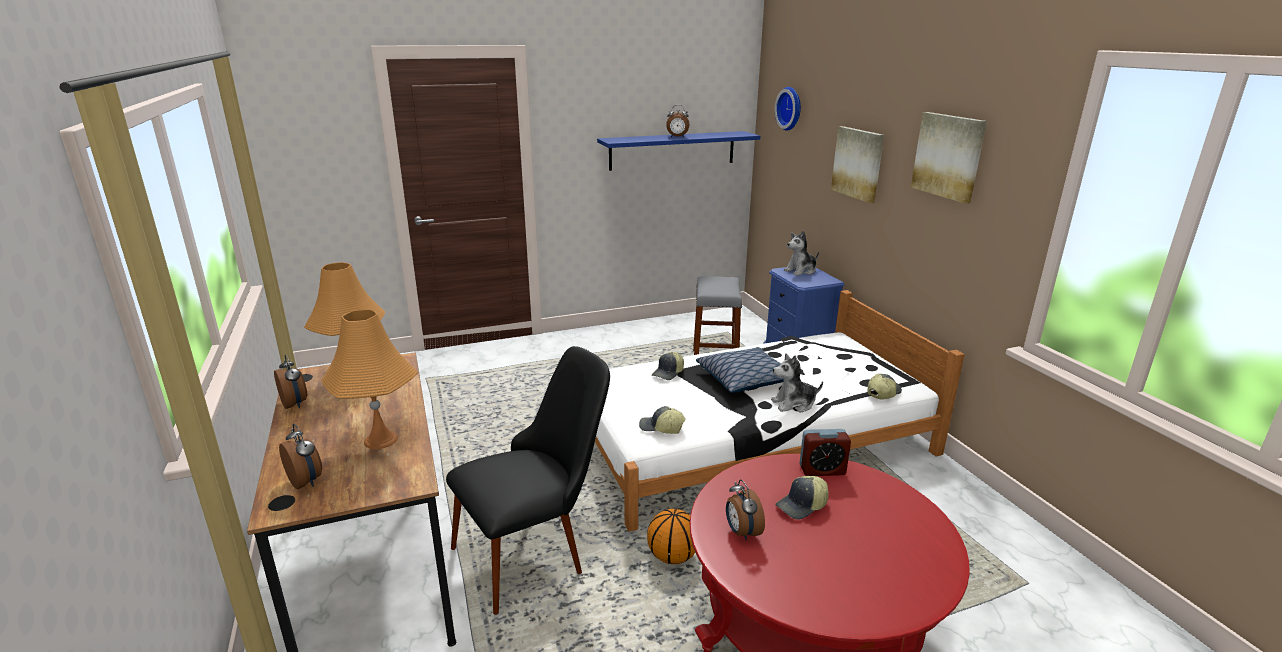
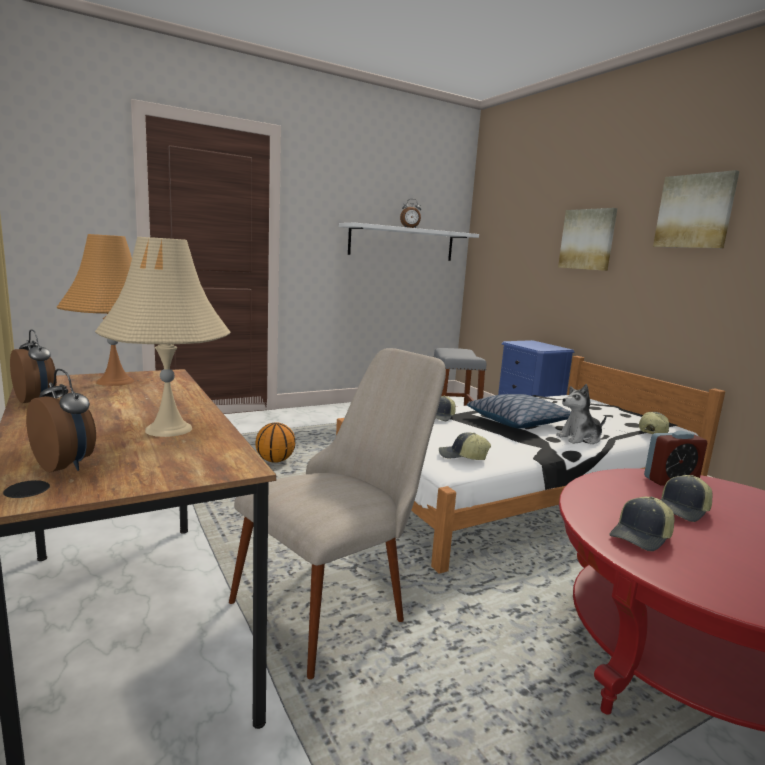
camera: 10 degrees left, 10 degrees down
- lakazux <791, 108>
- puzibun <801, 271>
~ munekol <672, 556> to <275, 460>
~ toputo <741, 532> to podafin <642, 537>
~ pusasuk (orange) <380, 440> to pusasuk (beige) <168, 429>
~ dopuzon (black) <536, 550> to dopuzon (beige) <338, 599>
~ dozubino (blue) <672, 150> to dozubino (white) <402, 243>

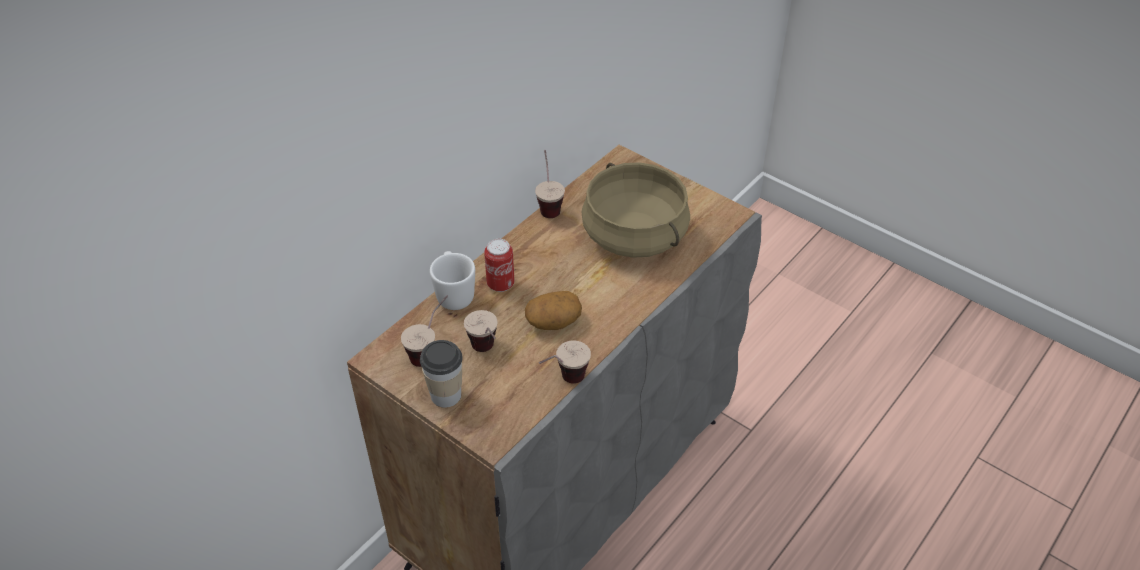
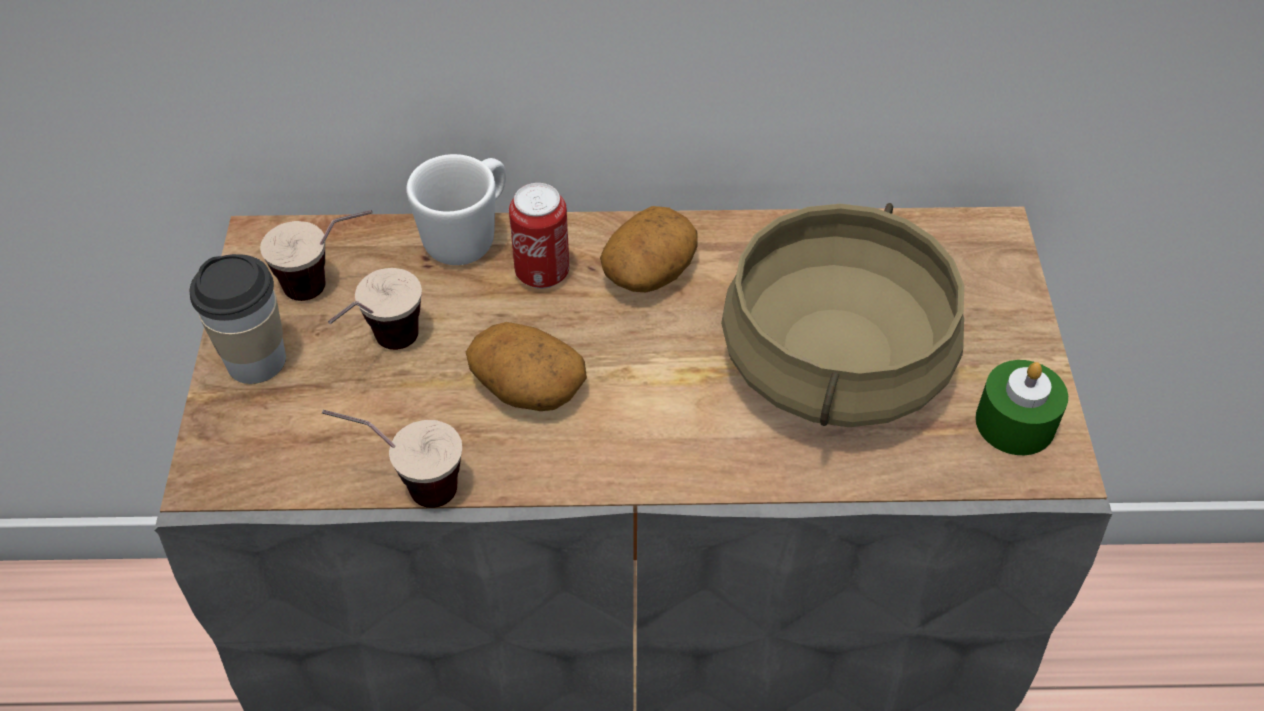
camera: 50 degrees right, 5 degrees up
- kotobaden <548, 204>
+ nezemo <649, 272>
+ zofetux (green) <1015, 423>

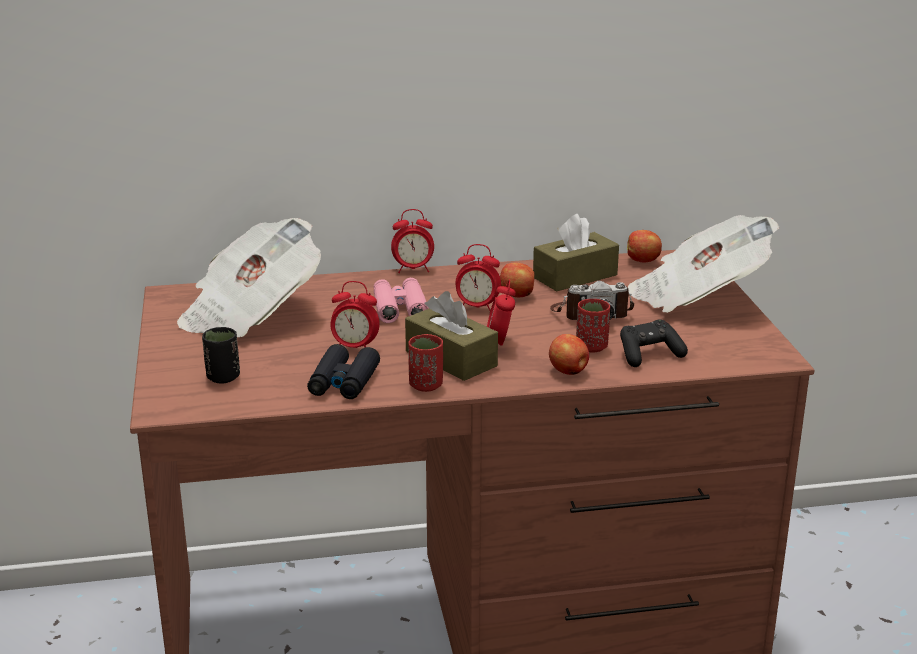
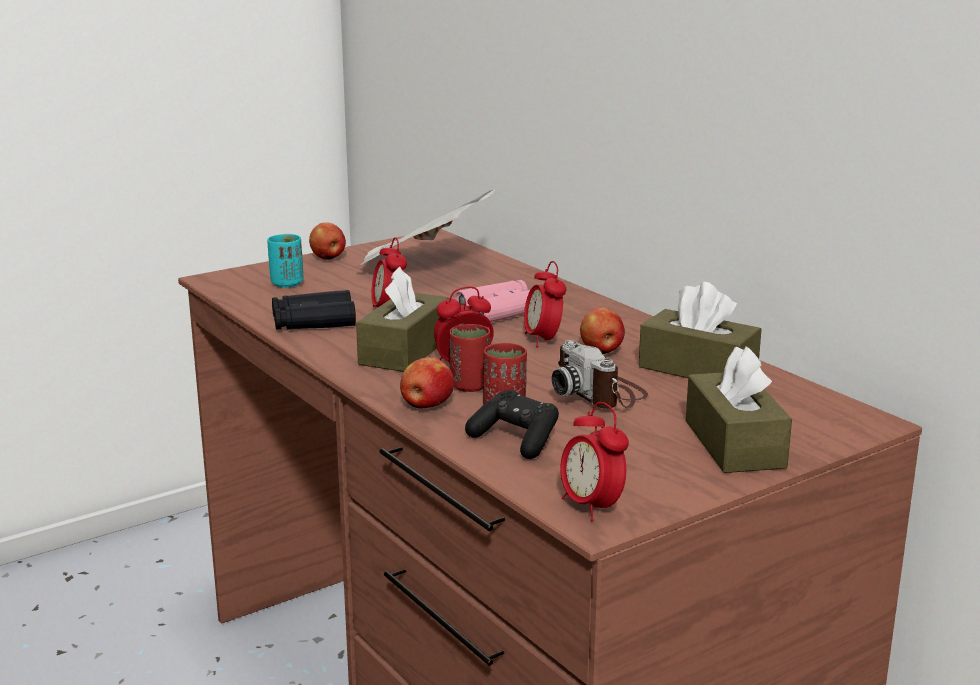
camera: 65 degrees right, 5 degrees down
~ toputo <413, 269> to <591, 507>
~ kotobaden (red) <426, 385> to <470, 386>
~ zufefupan <643, 261> to <328, 258>
~ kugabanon <697, 297> to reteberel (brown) <734, 444>
~ kotobaden (black) <223, 377> to kotobaden (turquoise) <287, 283>

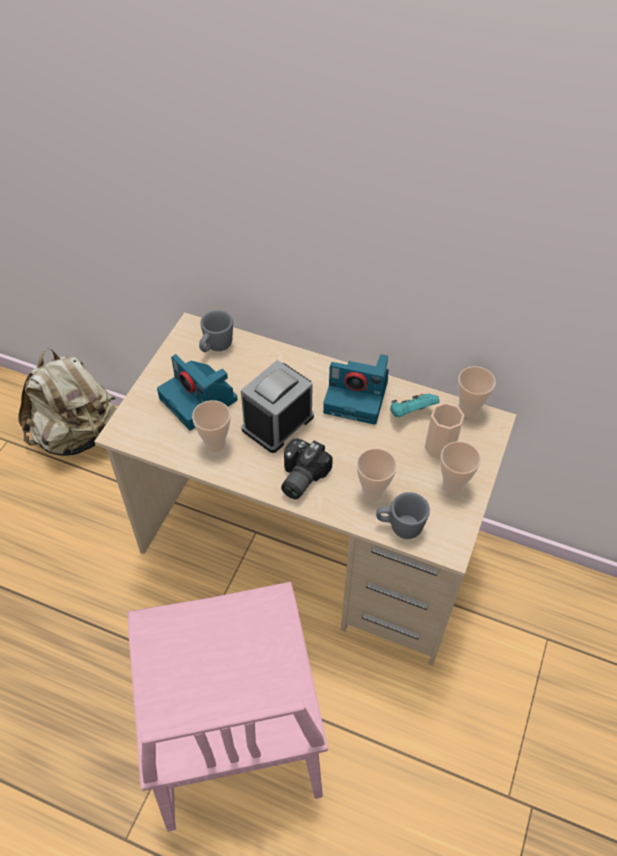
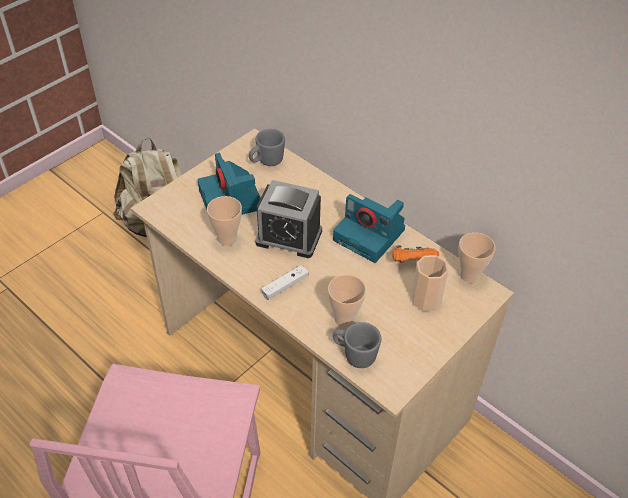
camera: 20 degrees right, 5 degrees down
- kotobaden <453, 485>
~ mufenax <299, 477> to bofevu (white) <285, 286>
~ bofevu (turquoise) <410, 413> to bofevu (orange) <412, 263>
~ toputo <278, 423> = <289, 237> 135 degrees counterclockwise

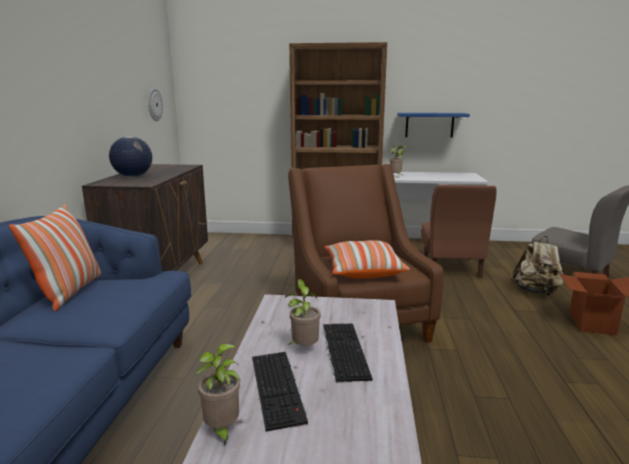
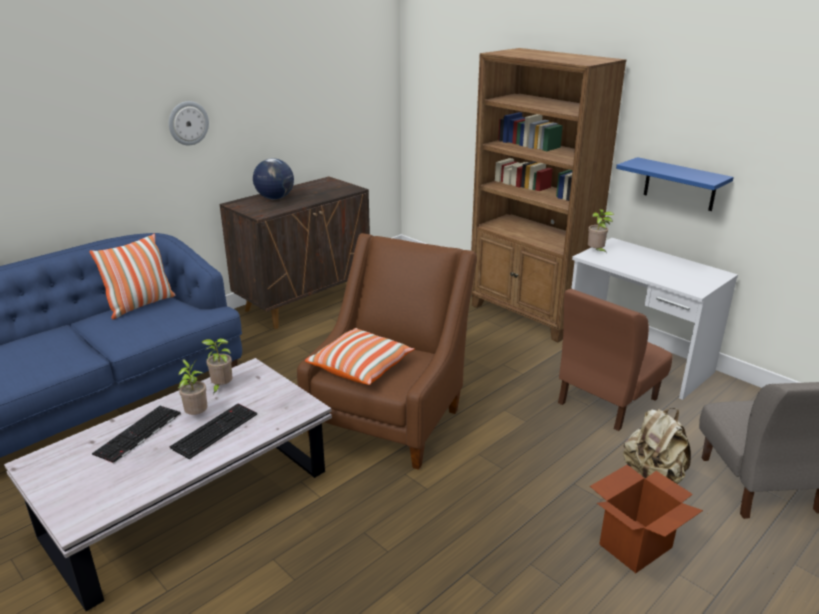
camera: 40 degrees right, 10 degrees up
~ lakazux <154, 104> to <188, 123>
~ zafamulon <221, 430> to <221, 387>

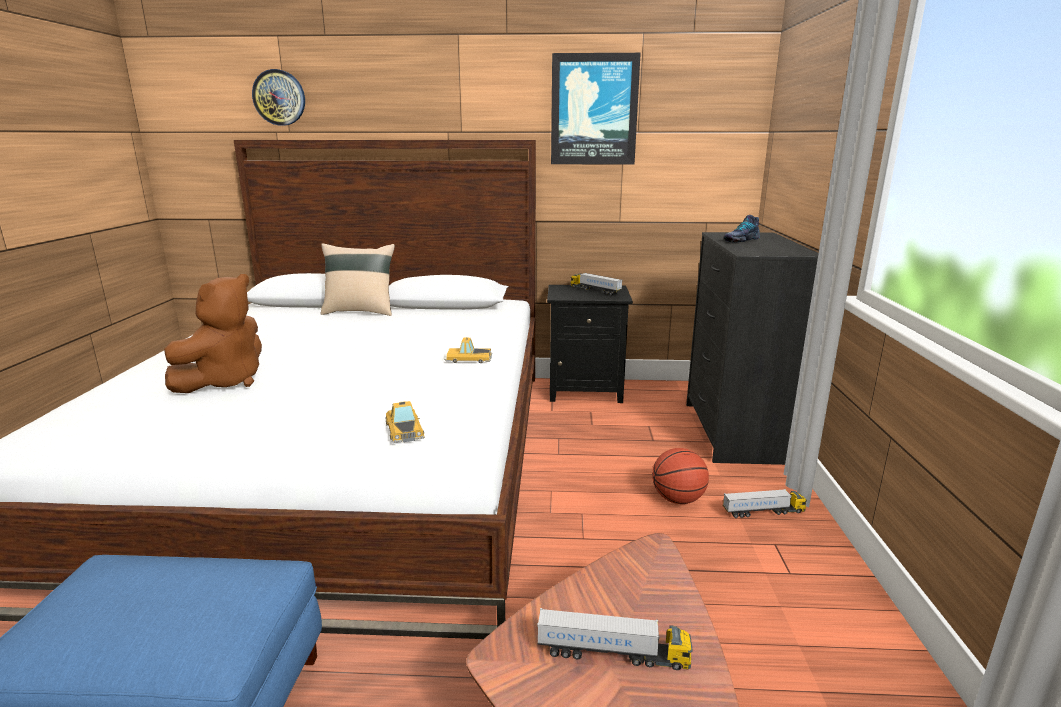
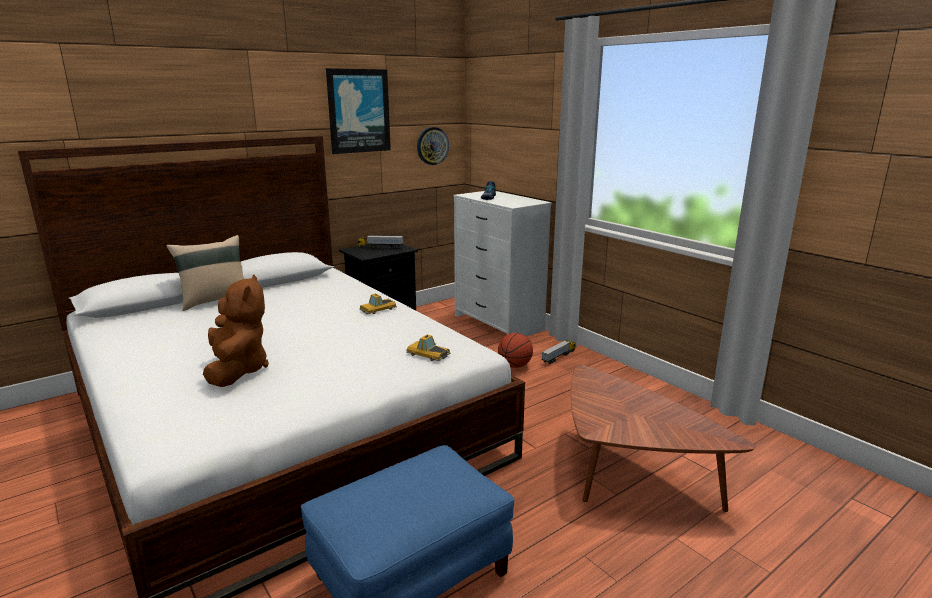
camera: 40 degrees left, 0 degrees up
- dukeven <612, 654>
~ lakazux <279, 97> to <432, 146>
~ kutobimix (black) <732, 432> to kutobimix (white) <497, 323>

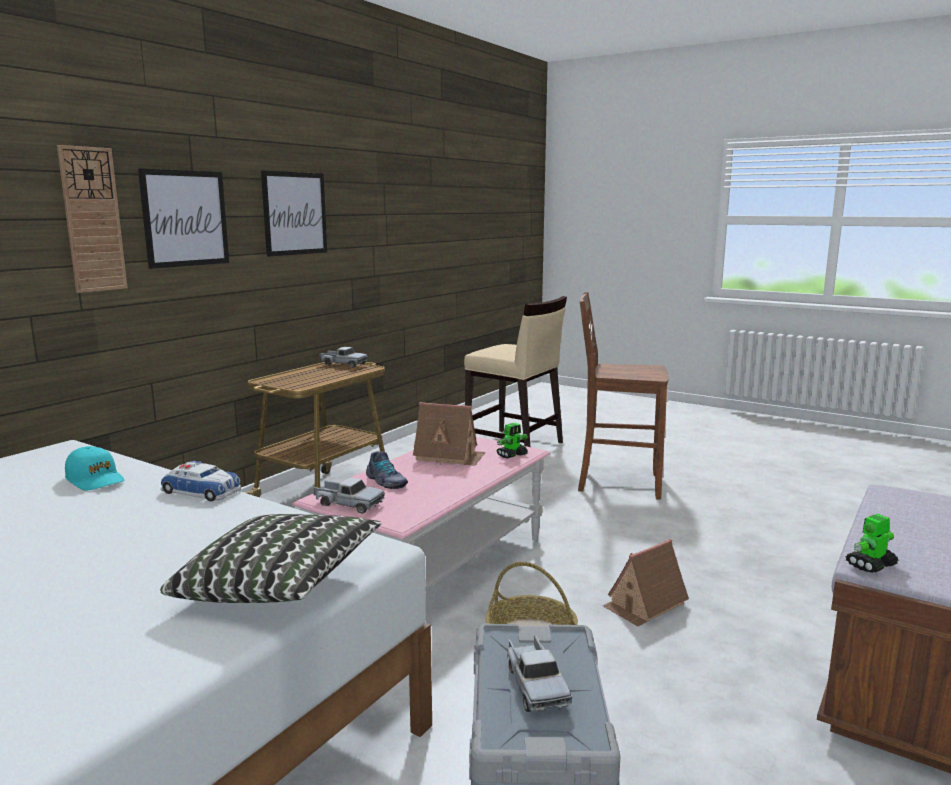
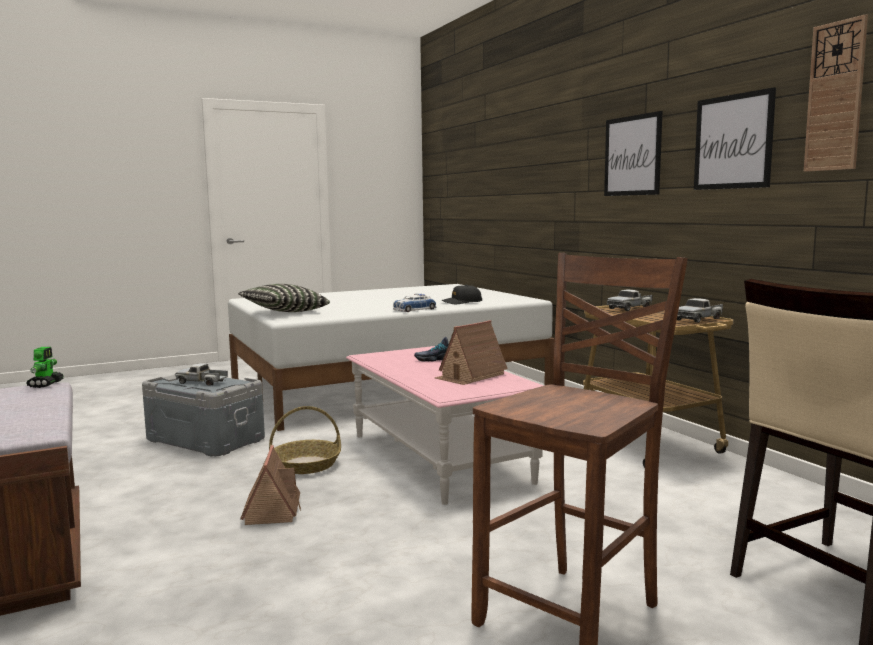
camera: 120 degrees right, 5 degrees down
- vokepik <512, 455>
~ lakazux <92, 220> to <835, 97>
~ dukeven <348, 504> to <630, 308>
~ podafin (turquoise) <95, 479> to podafin (black) <462, 302>

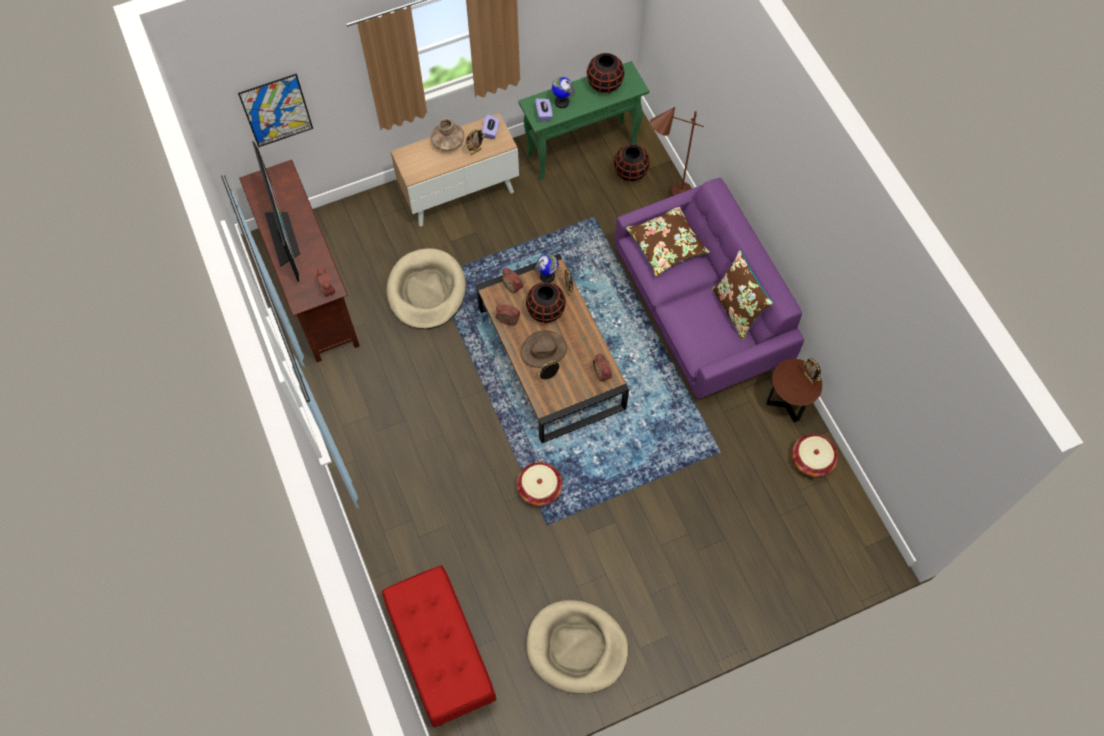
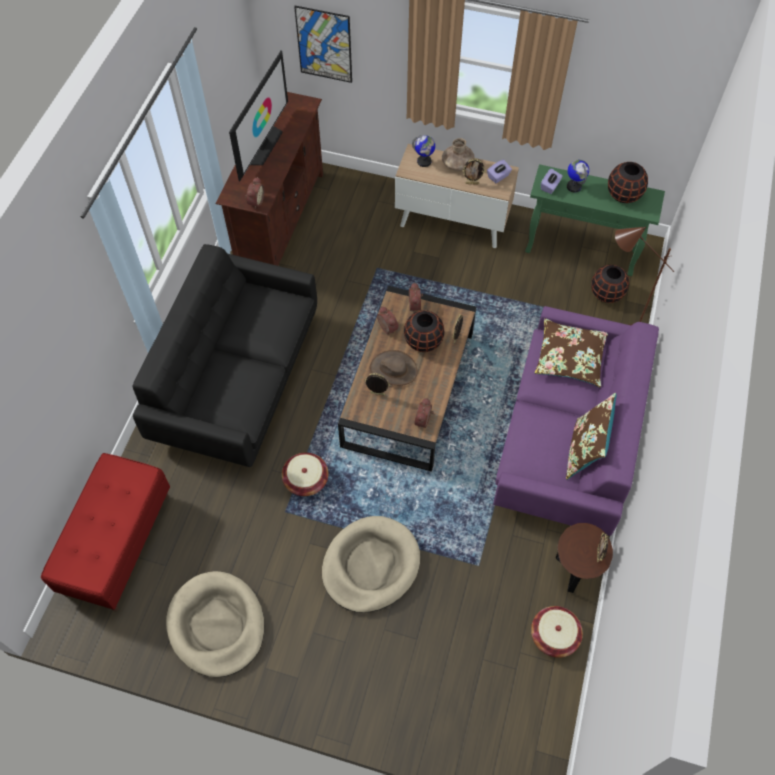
camera: 40 degrees right, 5 degrees down
+ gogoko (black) <238, 379>
~ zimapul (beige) <426, 291> to <370, 565>
~ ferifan <547, 276> to <424, 162>

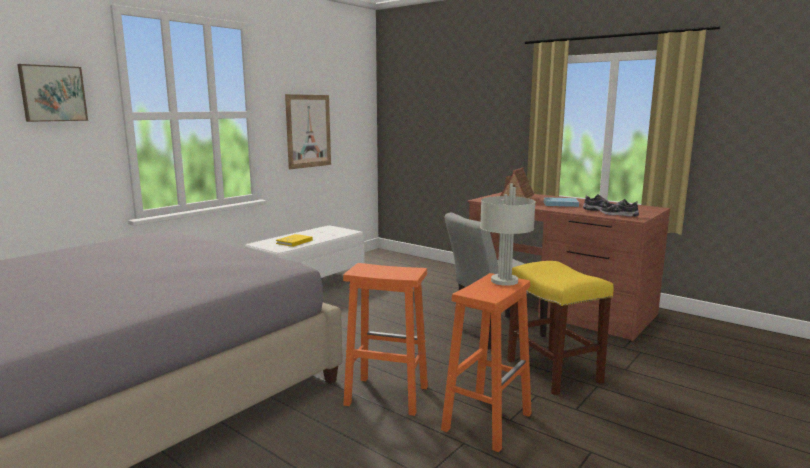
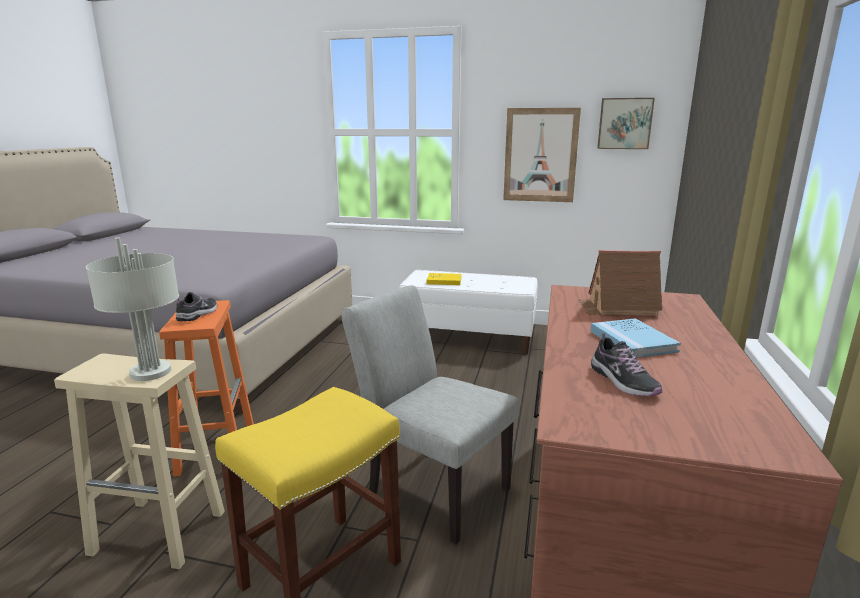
camera: 65 degrees right, 5 degrees up
~ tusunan <53, 93> to <624, 123>
~ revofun <618, 215> to <198, 314>
~ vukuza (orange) <487, 421> to vukuza (beige) <161, 532>

